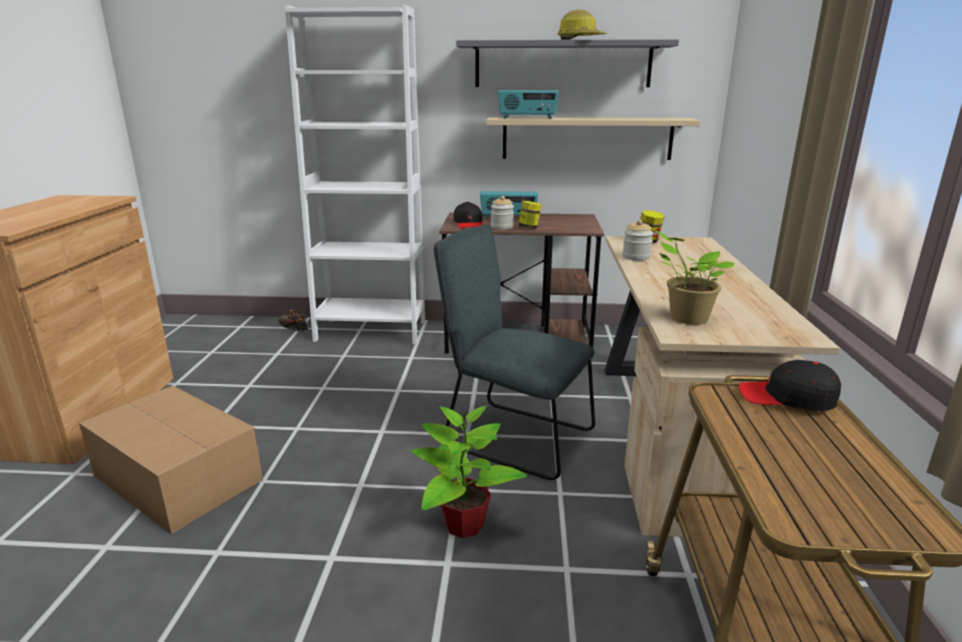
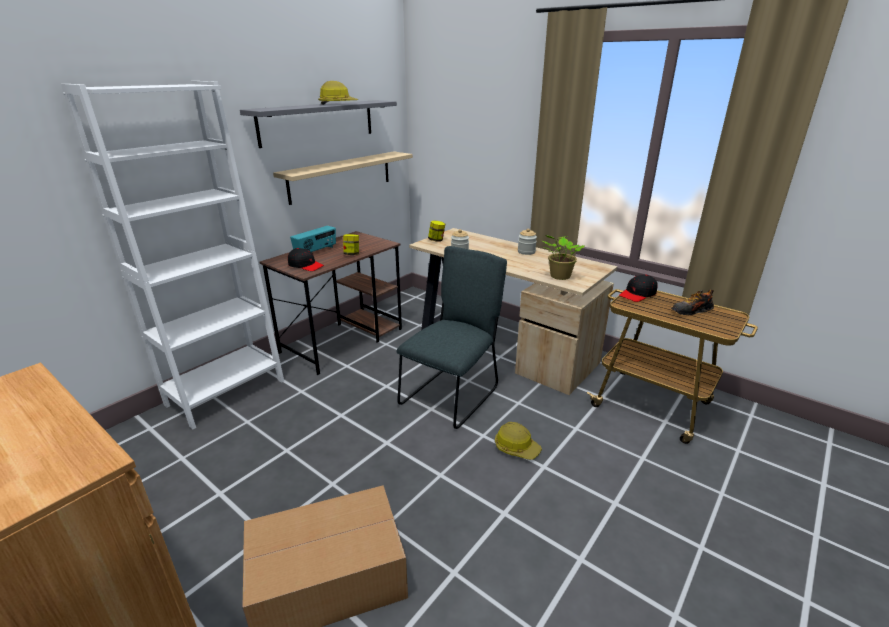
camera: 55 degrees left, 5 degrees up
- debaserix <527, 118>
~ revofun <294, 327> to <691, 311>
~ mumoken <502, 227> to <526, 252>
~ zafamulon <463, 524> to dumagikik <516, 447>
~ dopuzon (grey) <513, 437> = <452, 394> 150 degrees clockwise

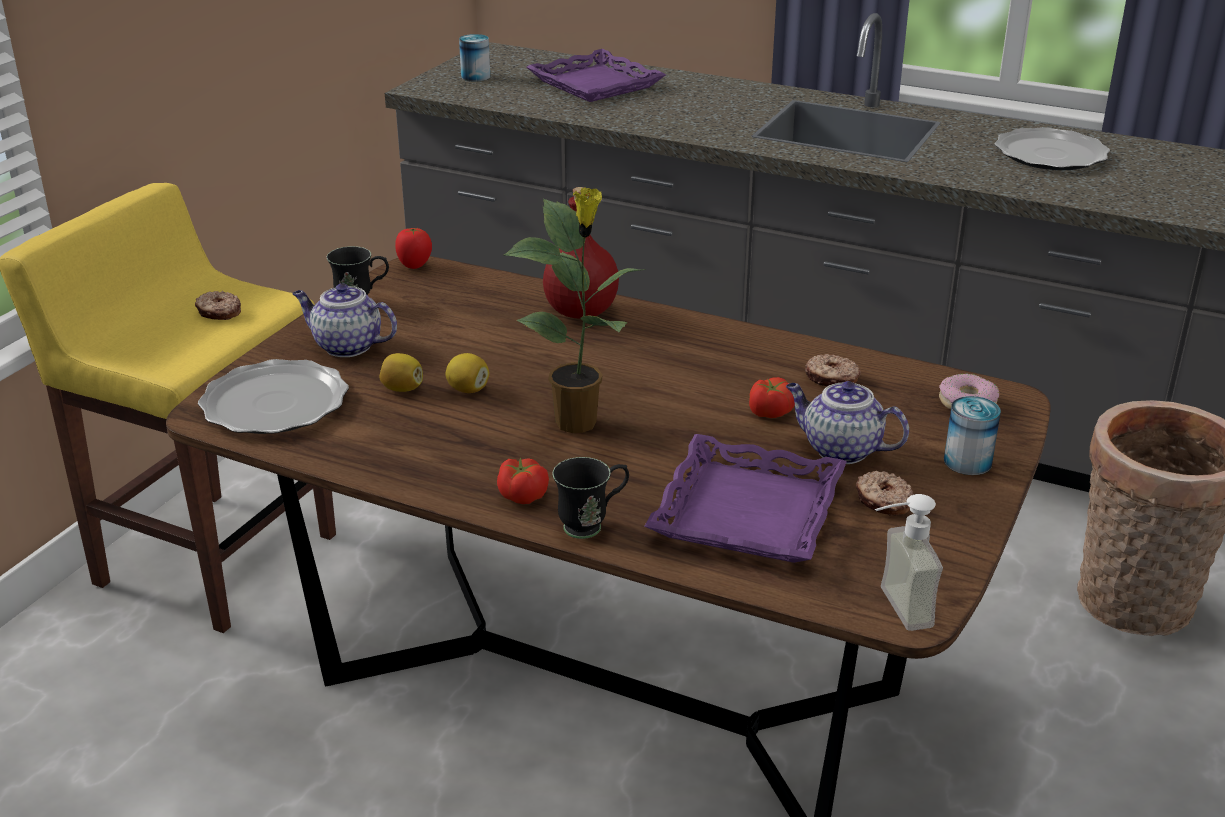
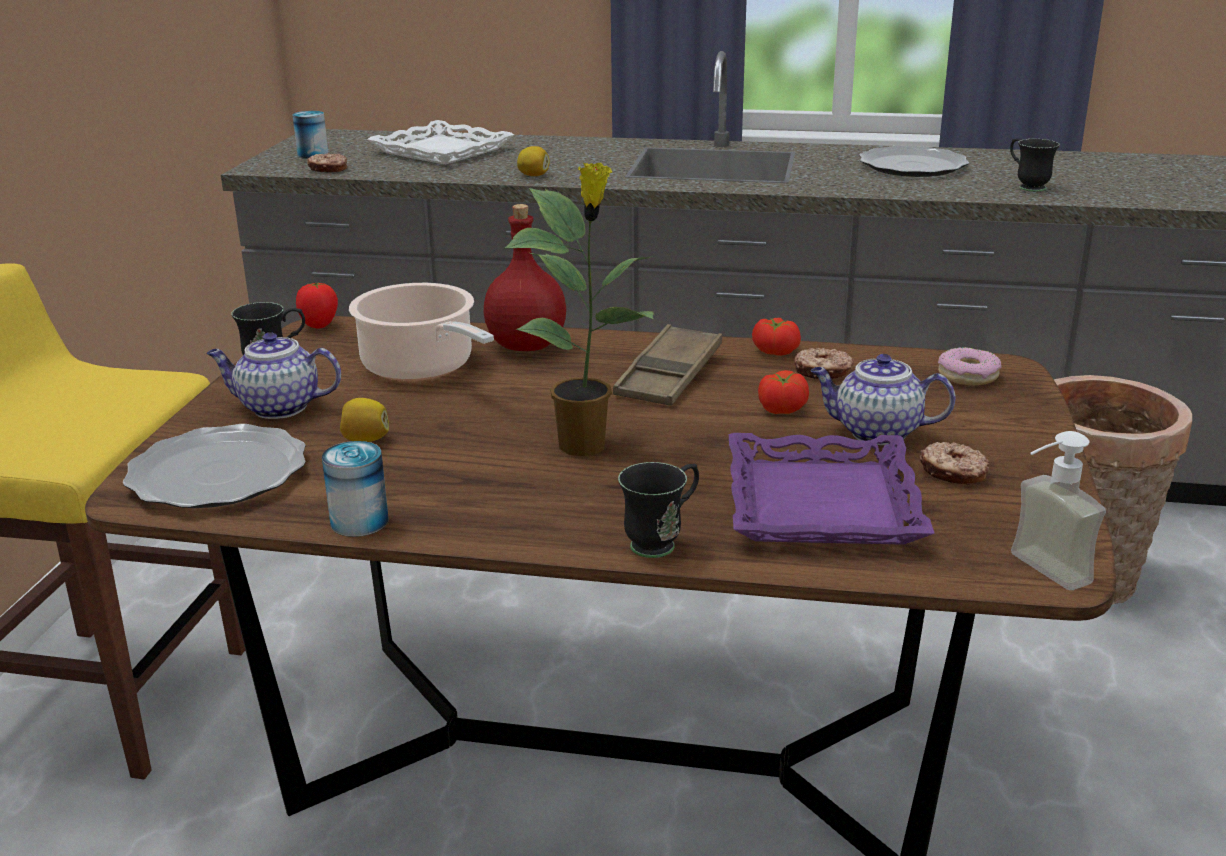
camera: 15 degrees left, 5 degrees down
+ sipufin <421, 367>
+ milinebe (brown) <669, 375>
+ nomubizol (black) <1026, 186>
~ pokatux <219, 312> to <328, 169>
~ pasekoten <468, 389> to <533, 175>
~ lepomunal <523, 495> to <775, 351>
~ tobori <967, 462> to <359, 521>
~ milinebe (purple) <594, 84> to milinebe (white) <441, 151>

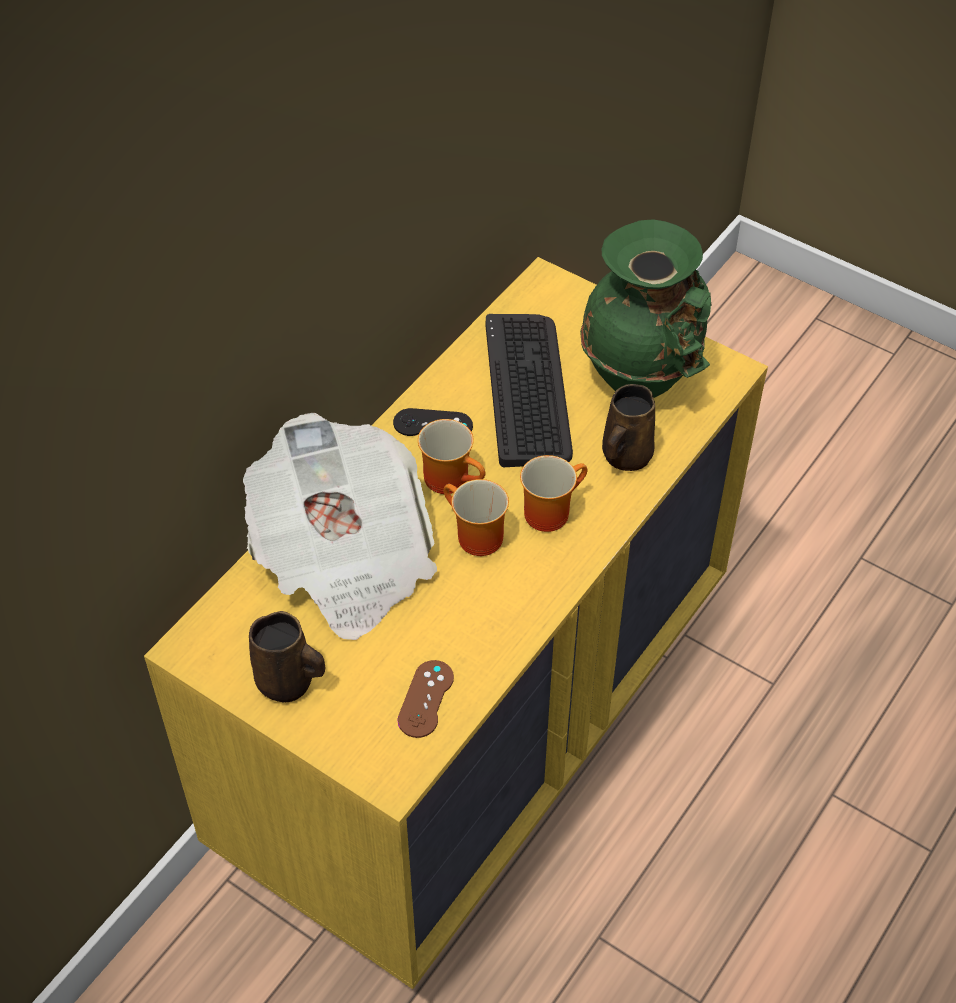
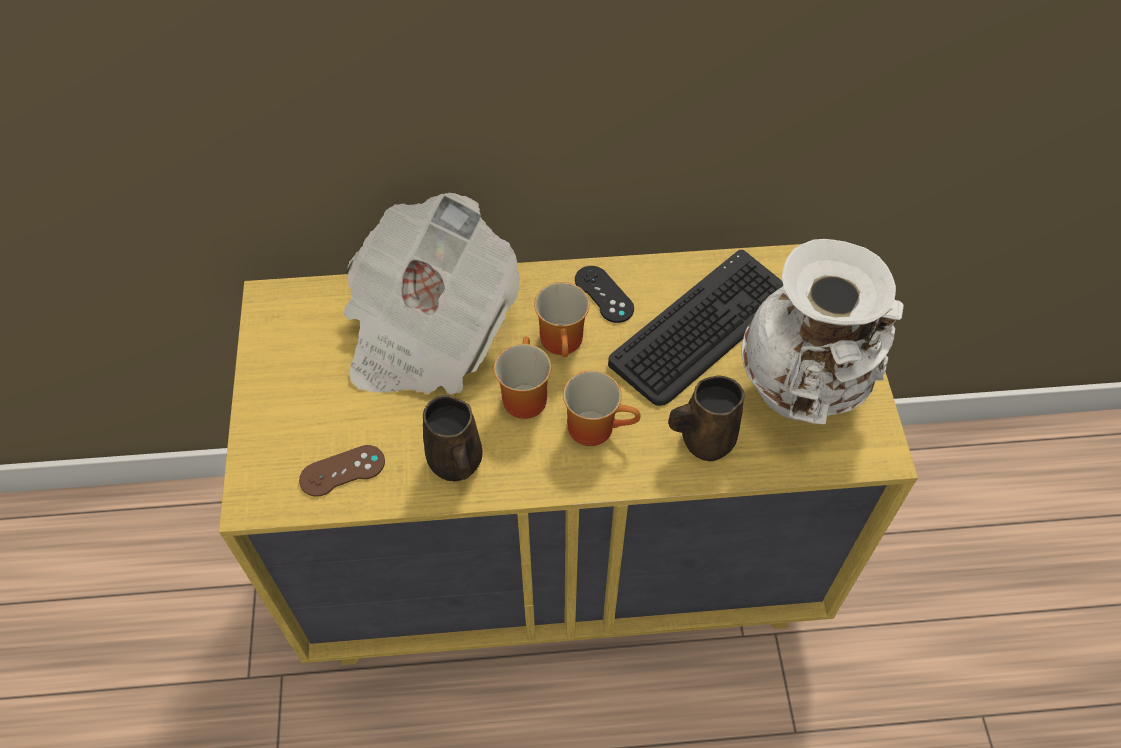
camera: 50 degrees right, 5 degrees up
~ nomubizol (brown) <288, 683> to <456, 463>
~ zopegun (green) <643, 375> to zopegun (white) <803, 393>

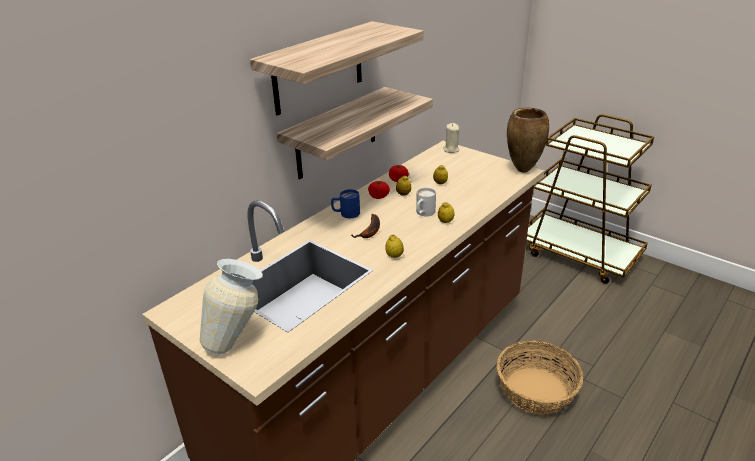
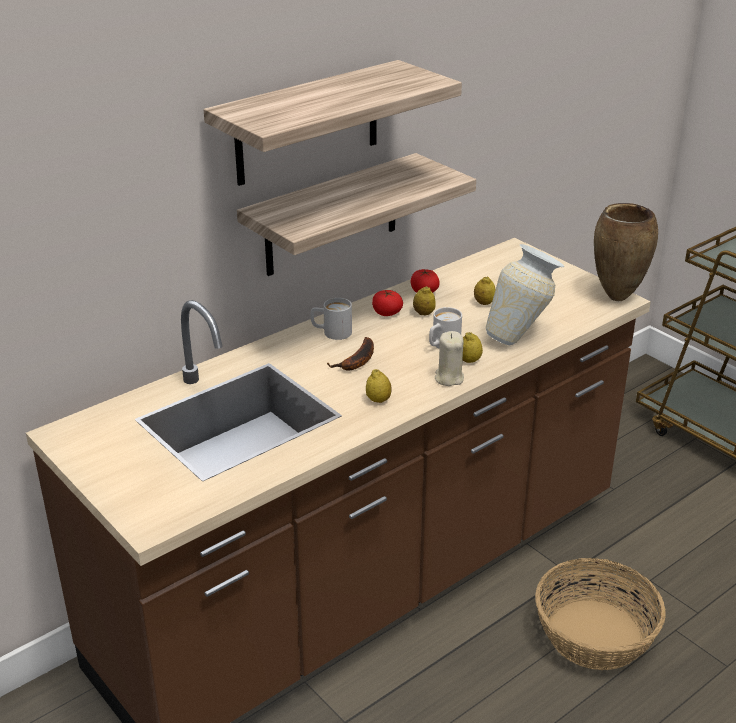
camera: 10 degrees right, 0 degrees up
~ zopegun <239, 340> to <521, 337>
~ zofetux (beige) <451, 150> to <449, 378>
~ nomubizol (blue) <346, 214> to nomubizol (white) <331, 332>

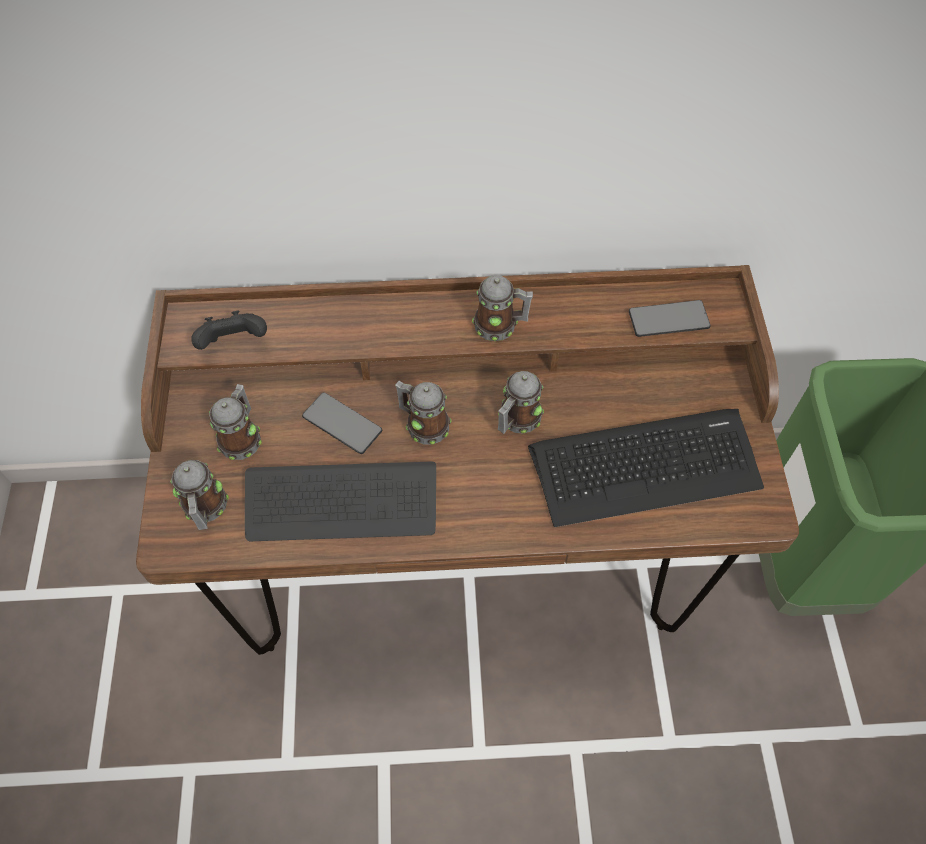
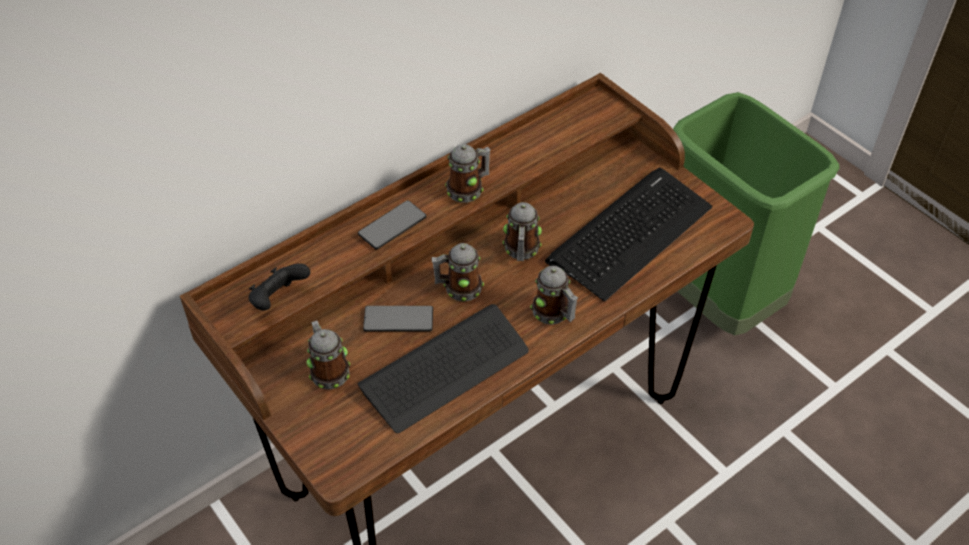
camera: 35 degrees left, 10 degrees down
~ nomubizol <205, 509> to <554, 313>
~ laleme <668, 320> to <392, 226>

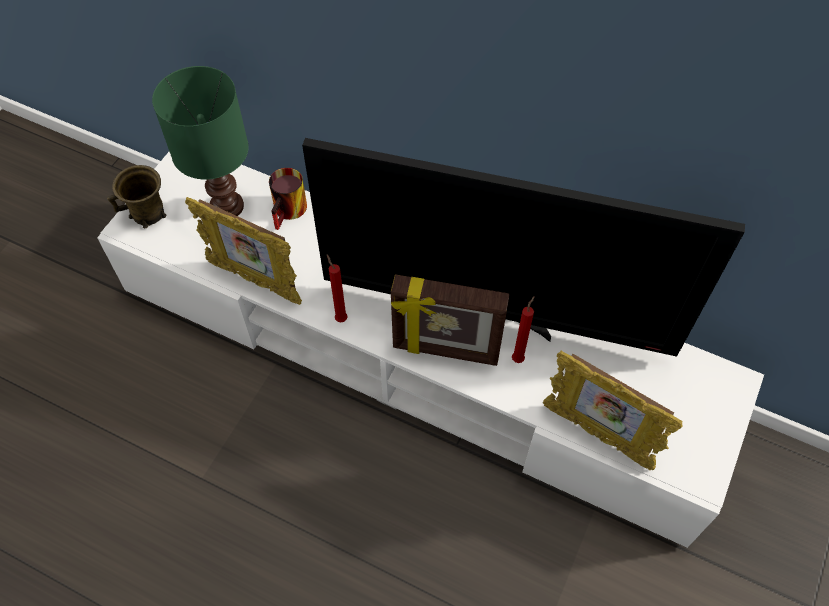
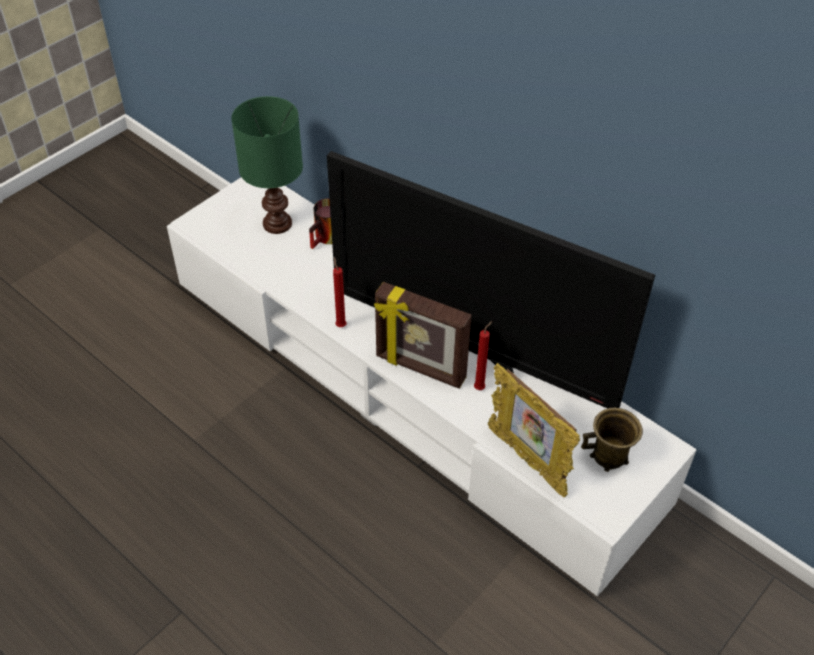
camera: 15 degrees right, 10 degrees down
- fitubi <255, 281>
~ nomubizol (brown) <148, 213> to <609, 456>

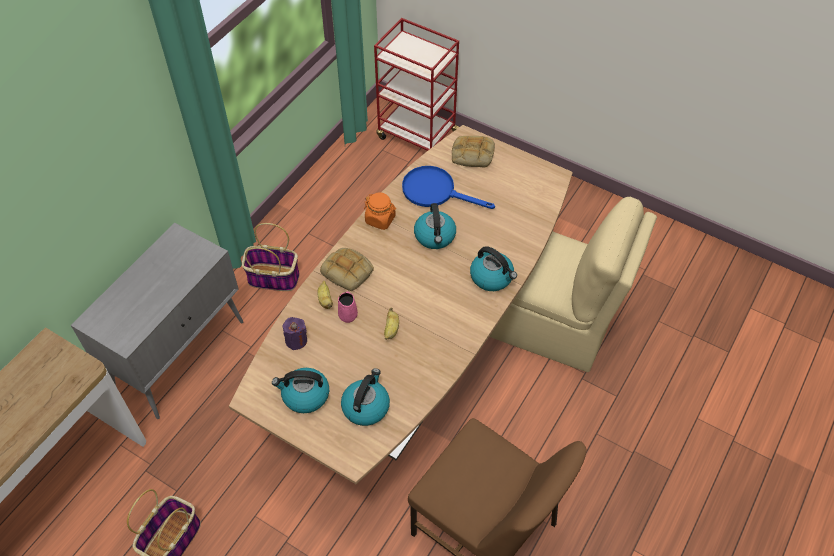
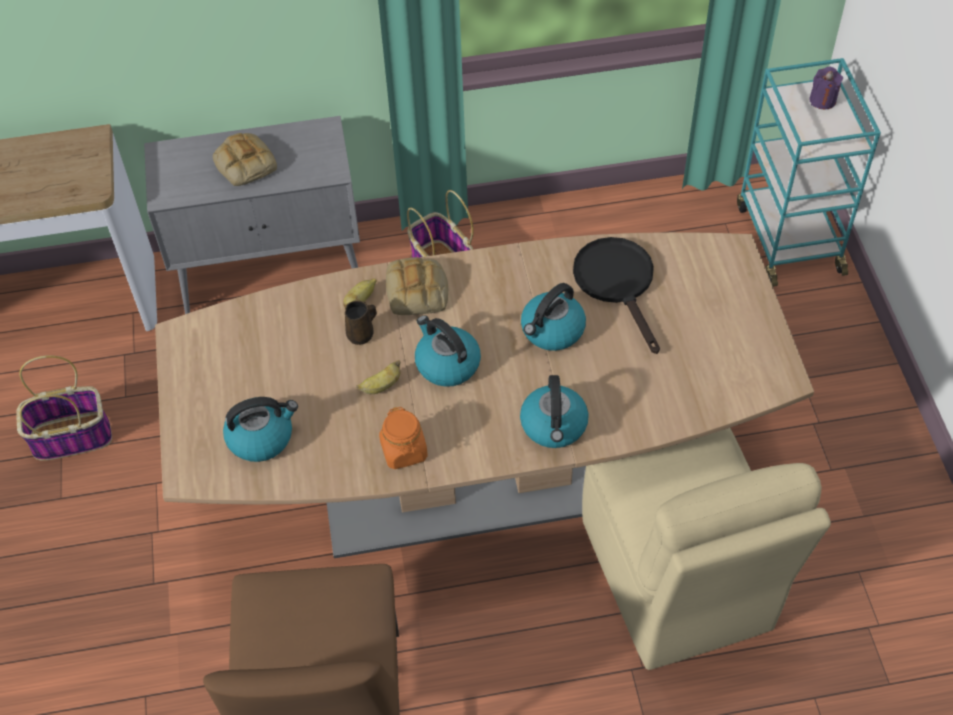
camera: 50 degrees right, 0 degrees up
~ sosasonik <305, 396> to <446, 364>
~ zofetux (purple) <296, 340> to <822, 100>
~ mumoken (orange) <380, 219> to <404, 451>
~ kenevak <472, 155> to <244, 164>
~ nomubizol (pink) <348, 314> to nomubizol (brown) <361, 334>
~ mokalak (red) <417, 135> to mokalak (turquoise) <788, 237>
~ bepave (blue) <436, 191> to bepave (black) <618, 283>

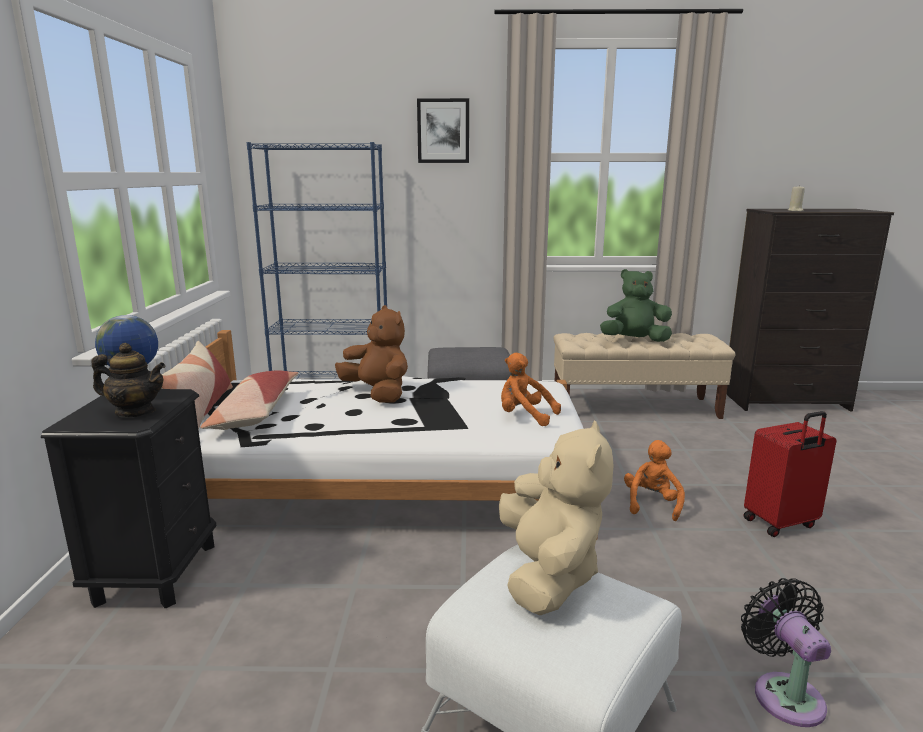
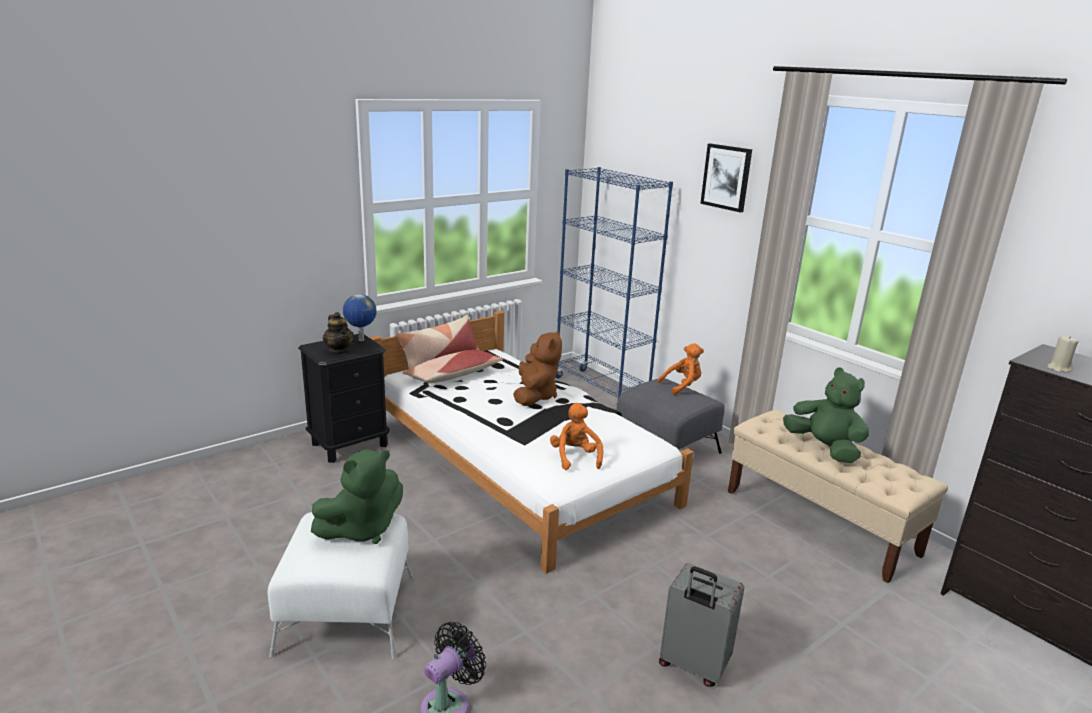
camera: 50 degrees right, 5 degrees up
~ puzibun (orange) <652, 504> to <682, 386>
~ puzibun (beige) <548, 575> to puzibun (green) <362, 529>
~ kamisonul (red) <781, 523> to kamisonul (grey) <692, 666>

